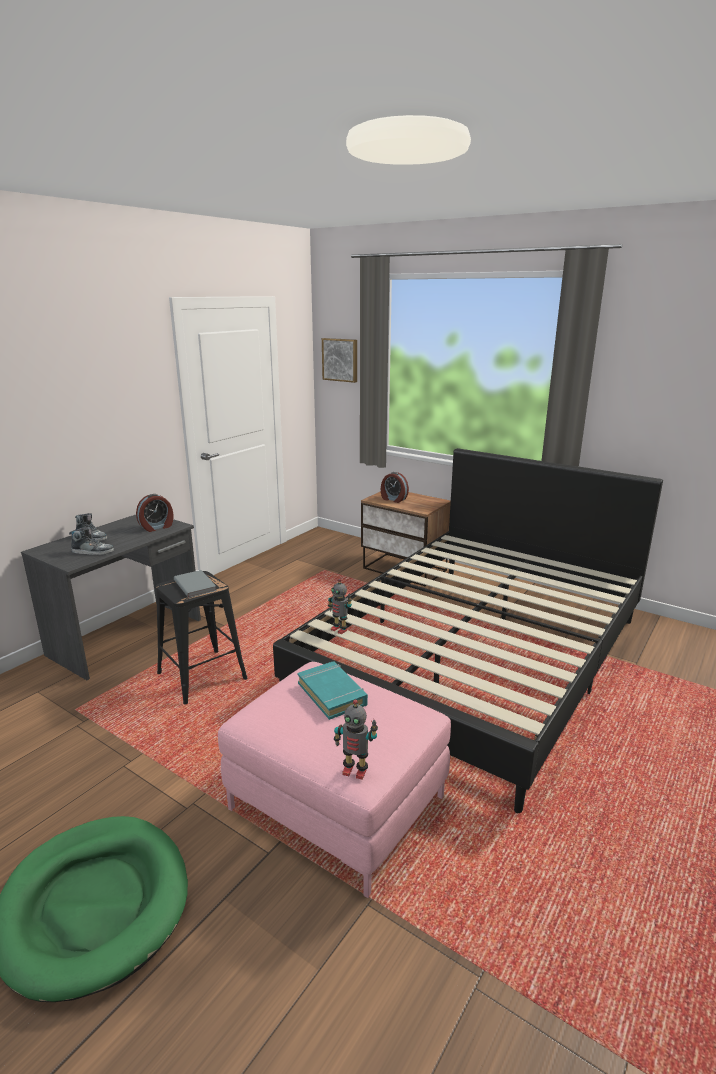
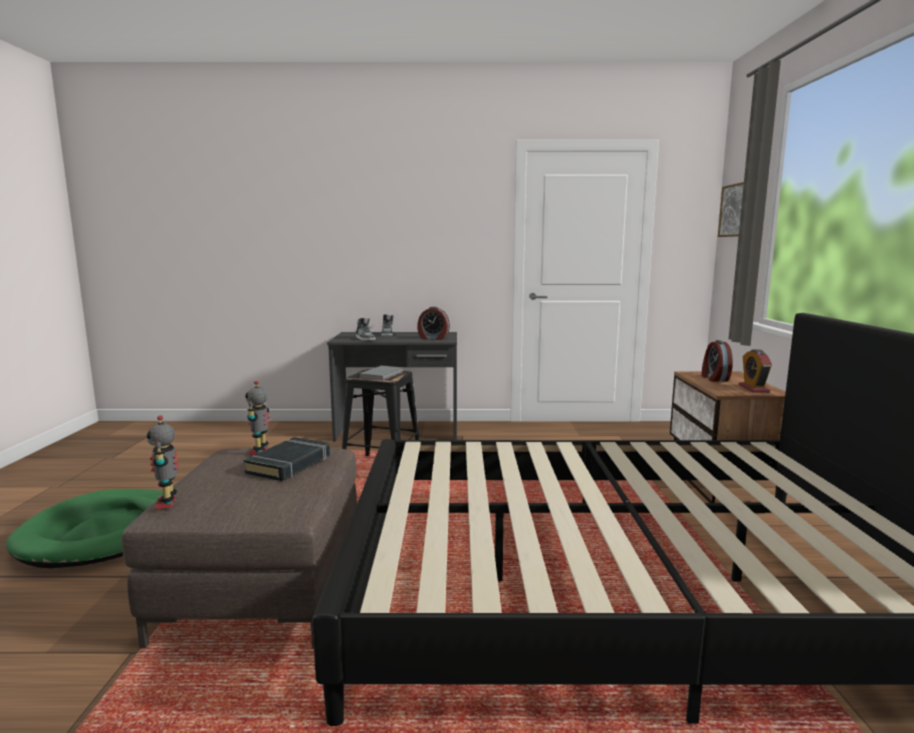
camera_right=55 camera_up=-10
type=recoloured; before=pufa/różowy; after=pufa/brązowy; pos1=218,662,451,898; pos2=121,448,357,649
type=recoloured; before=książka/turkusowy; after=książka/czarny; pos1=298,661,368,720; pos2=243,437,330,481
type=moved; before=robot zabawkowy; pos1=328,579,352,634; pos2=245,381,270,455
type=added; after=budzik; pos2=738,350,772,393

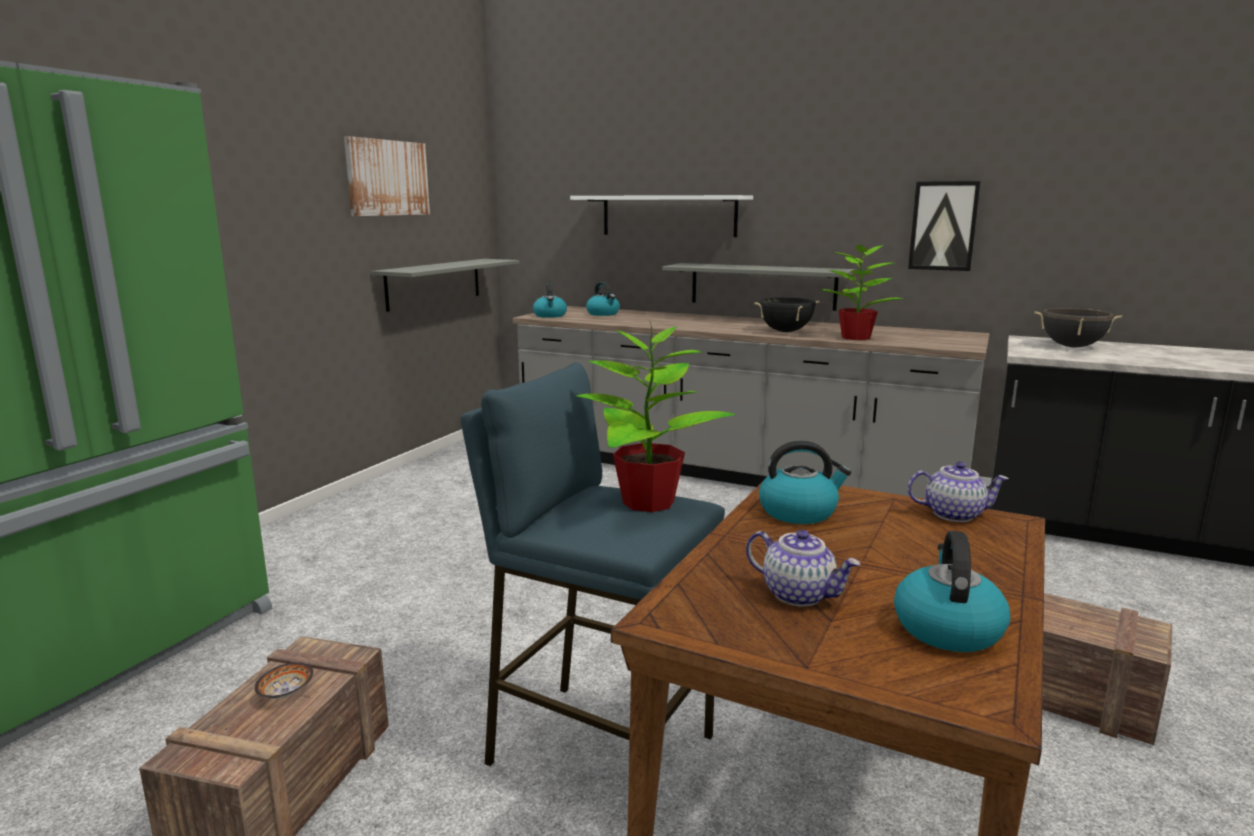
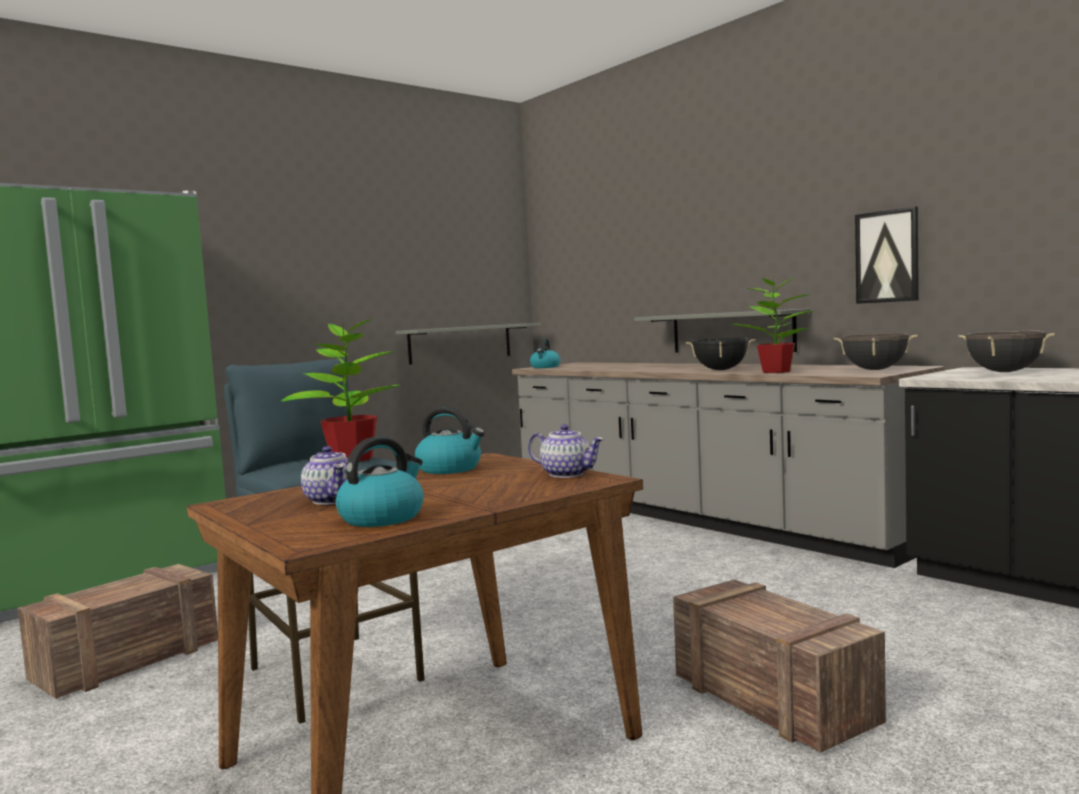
camera_right=25 camera_up=-10
type=added; after=garnek/czarny; pos2=834,333,917,370
type=removed; before=miska; pos1=255,662,313,699
type=removed; before=obraz; pos1=344,136,430,216
type=removed; before=półka/biały; pos1=570,195,753,237
type=removed; before=czajnik; pos1=586,282,620,316

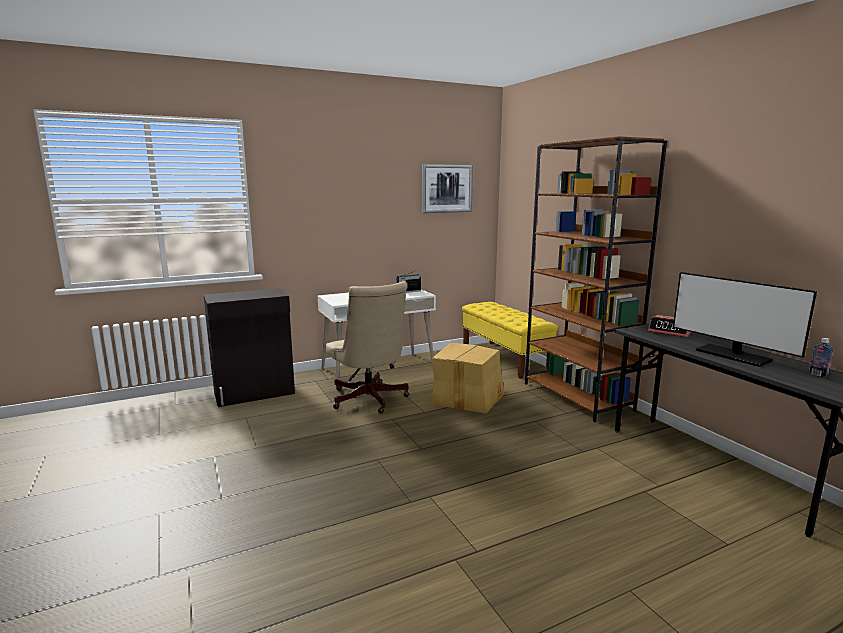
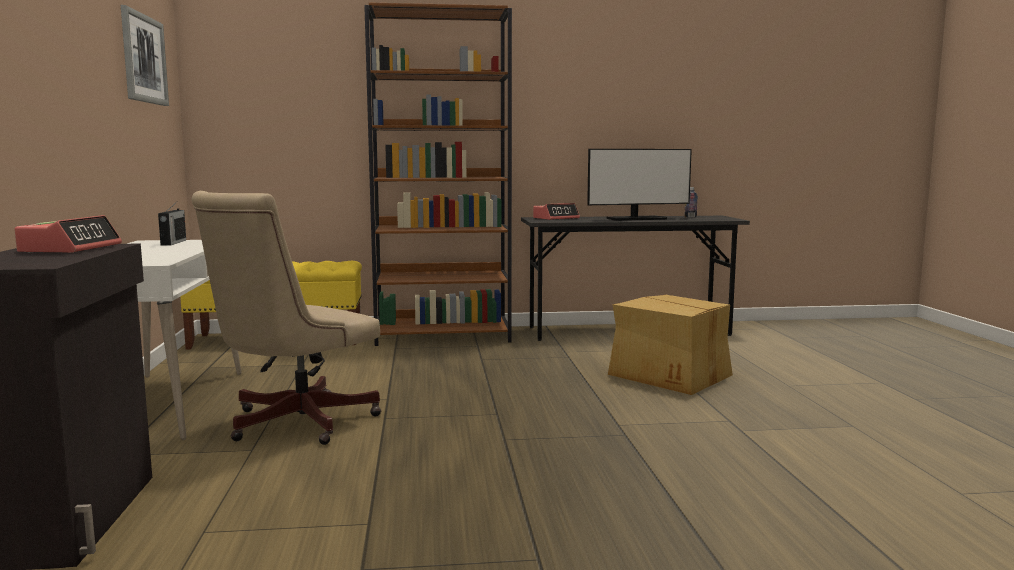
camera_right=-70 camera_up=-5
type=added; after=budzik; pos2=15,215,122,253
type=turned; before=krzesło biurowe/beżowy; pos1=325,281,409,413; pos2=191,191,381,445; turn=135
type=moved; before=karton; pos1=432,342,505,413; pos2=608,295,733,395

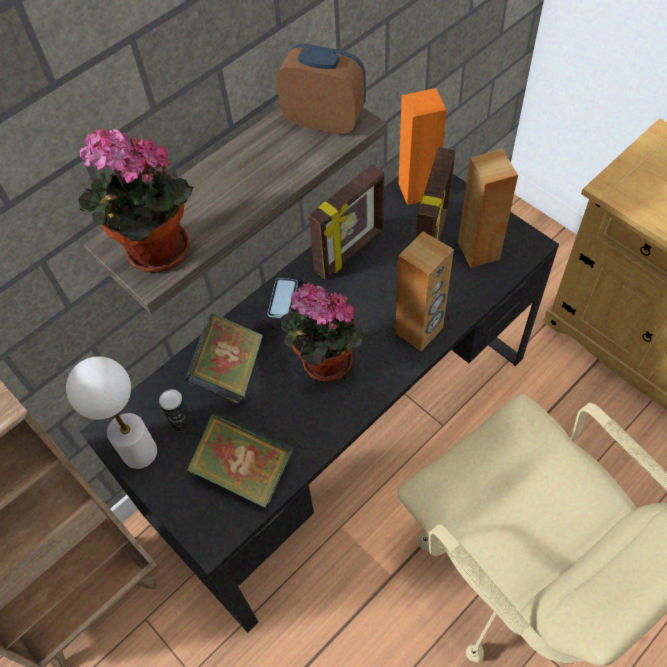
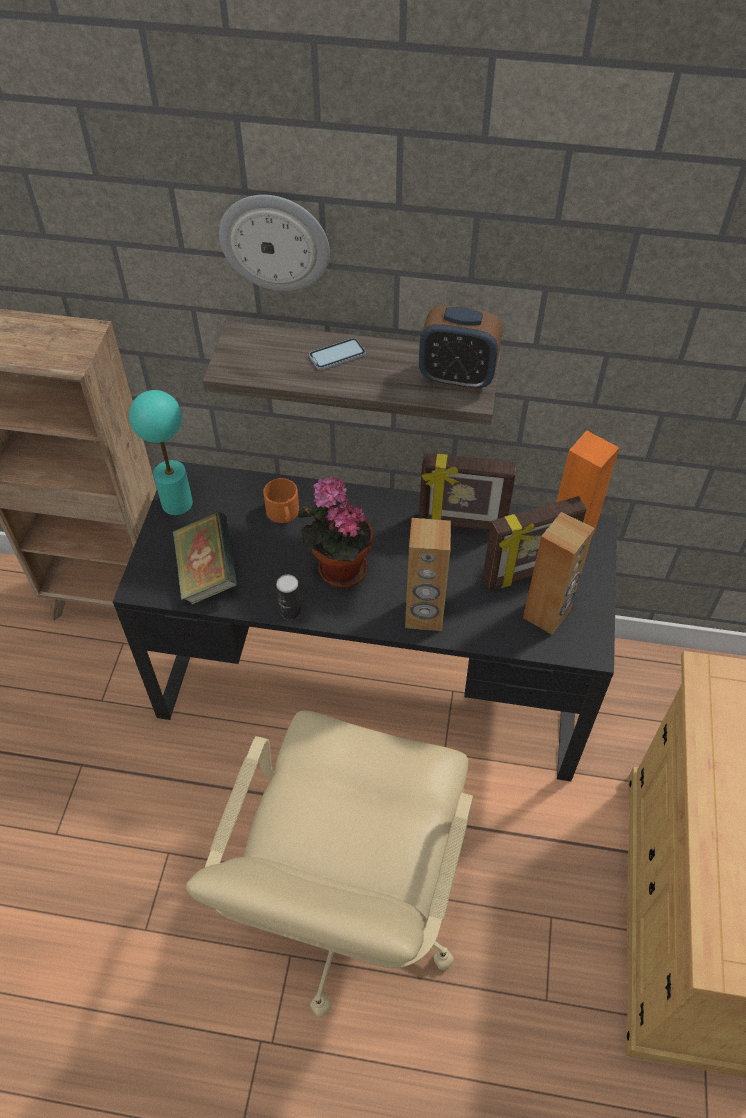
camera_right=50 camera_up=-5
type=recoloured; before=lampa stołowa/biały; after=lampa stołowa/turkusowy; pos1=66,356,157,469; pos2=129,390,193,515
type=added; after=zegar ścienny; pos2=219,195,330,291
type=replaced; before=książka; after=kubek/pomarańczowy; pos1=184,313,263,405; pos2=263,478,299,523
type=moved; before=puszka; pos1=159,389,192,431; pos2=276,574,301,620
type=moved; before=telefon; pos1=268,278,298,318; pos2=309,338,366,370
type=turned; before=budzik; pos1=276,44,366,135; pos2=419,306,502,390; turn=120
type=removed; before=roślina doniczkowa; pos1=78,129,194,273

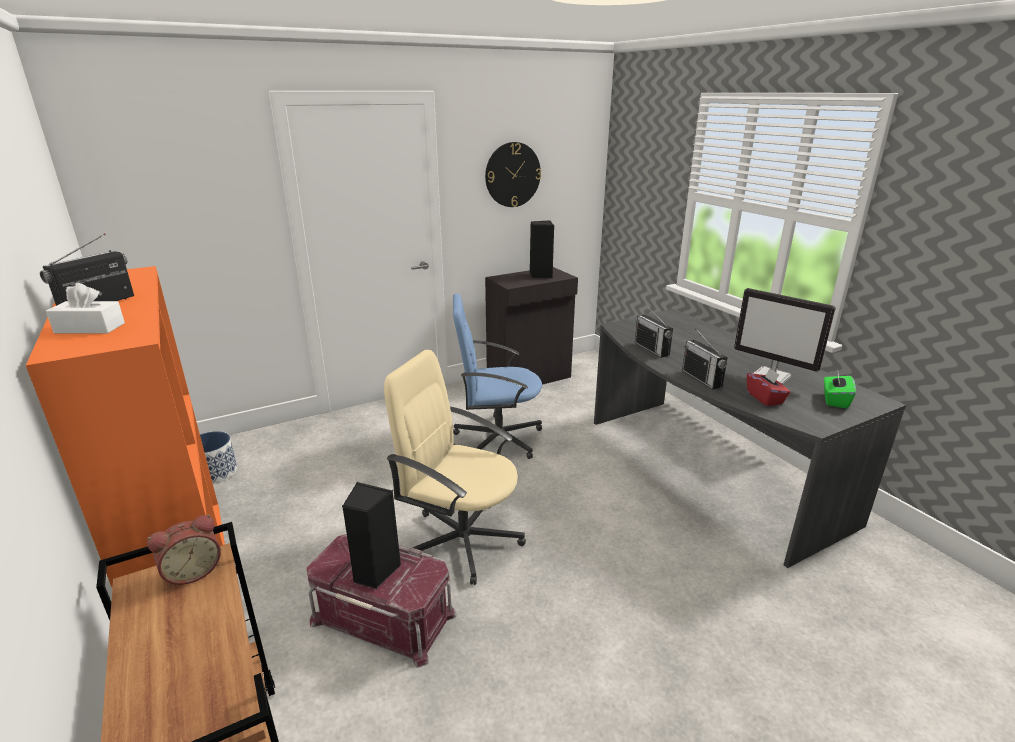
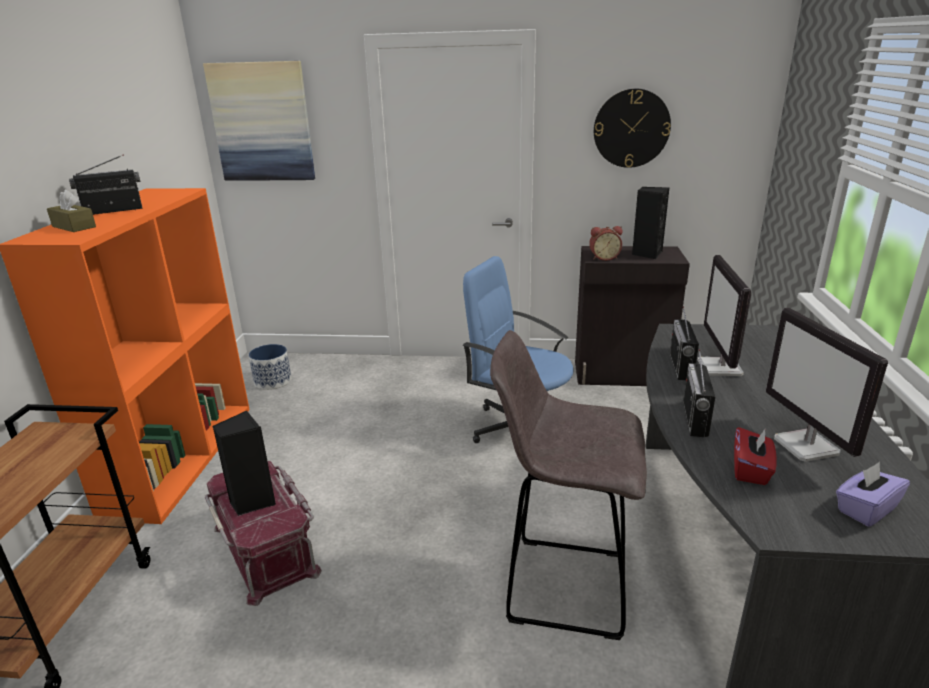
camera_right=35 camera_up=0
type=recoloured; before=pudełko chusteczek/biały; after=pudełko chusteczek/brązowy; pos1=46,283,125,333; pos2=47,190,96,232
type=added; after=obraz; pos2=203,61,315,181
type=added; after=stołek/szary; pos2=490,330,647,640
type=moved; before=budzik; pos1=147,515,221,586; pos2=589,226,622,261
type=added; after=monitor; pos2=697,255,751,376
type=recoloured; before=pudełko chusteczek/zielony; after=pudełko chusteczek/fioletowy; pos1=824,374,856,409; pos2=836,462,910,527
type=removed; before=krzesło biurowe/beżowy; pos1=384,350,526,585

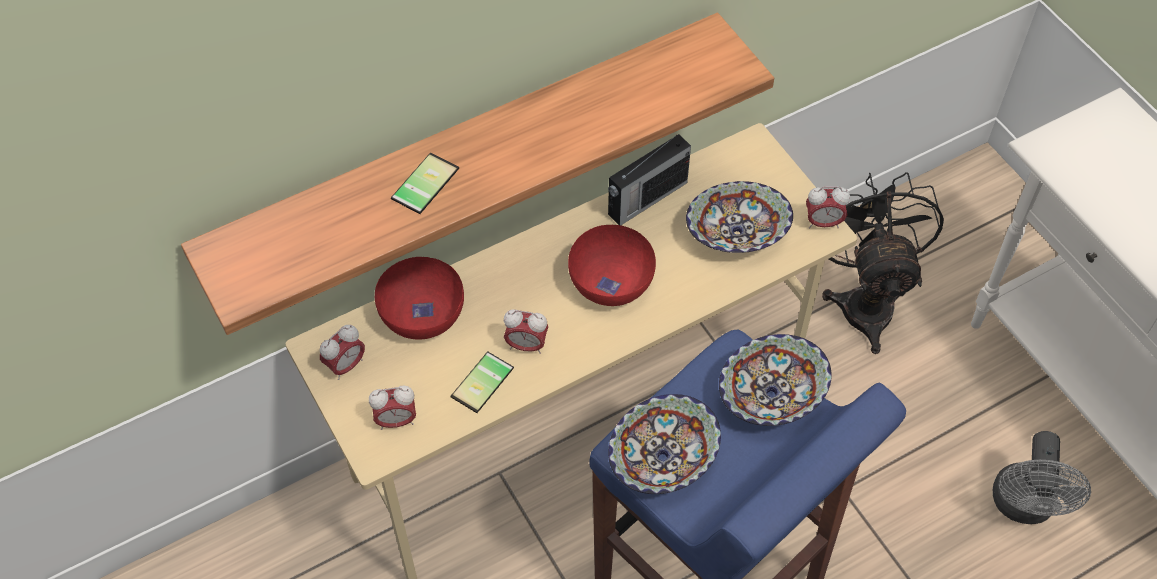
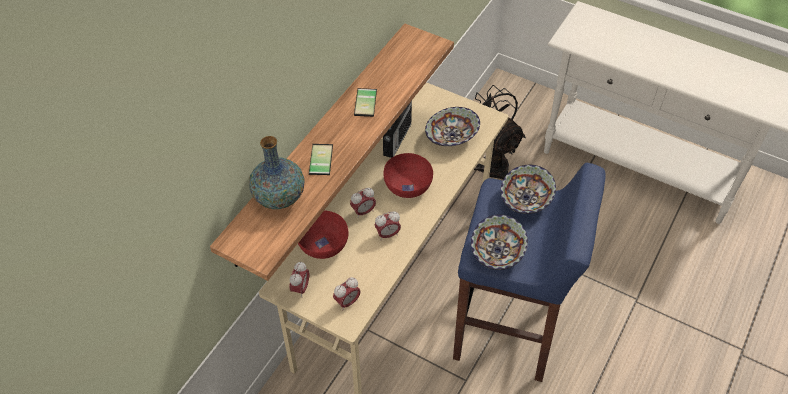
camera_right=-30 camera_up=-5
type=added; after=wazon; pos2=249,136,305,209
type=moved; before=budzik; pos1=806,186,850,228; pos2=350,188,376,218
type=moved; before=telefon; pos1=450,351,514,413; pos2=354,88,377,117
type=removed; before=wentylator/szary; pos1=993,431,1091,524

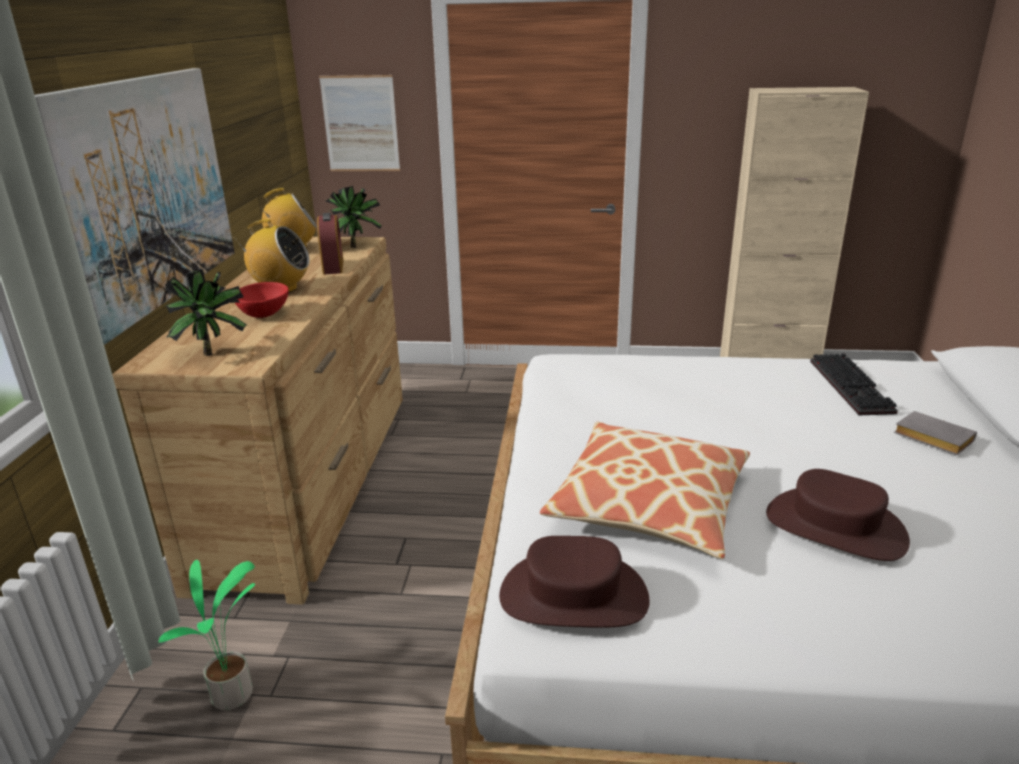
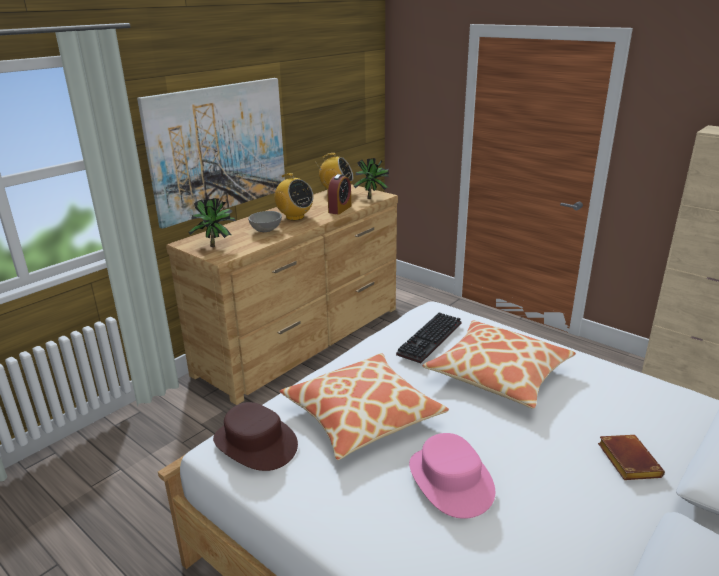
camera_right=35 camera_up=0
type=recoloured; before=miska/czerwony; after=miska/szary; pos1=235,282,289,318; pos2=248,211,282,232
type=moved; before=klawiatura; pos1=810,353,898,415; pos2=396,312,462,363
type=recoloured; before=kapelusz/brązowy; after=kapelusz/różowy; pos1=766,469,910,561; pos2=409,433,495,519
type=added; after=poduszka; pos2=422,320,576,409
type=recoloured; before=książka/szary; after=książka/brązowy; pos1=894,411,977,455; pos2=598,435,665,480
type=removed; before=roślina doniczkowa; pos1=158,560,255,710
type=removed; before=obraz; pos1=319,75,400,171

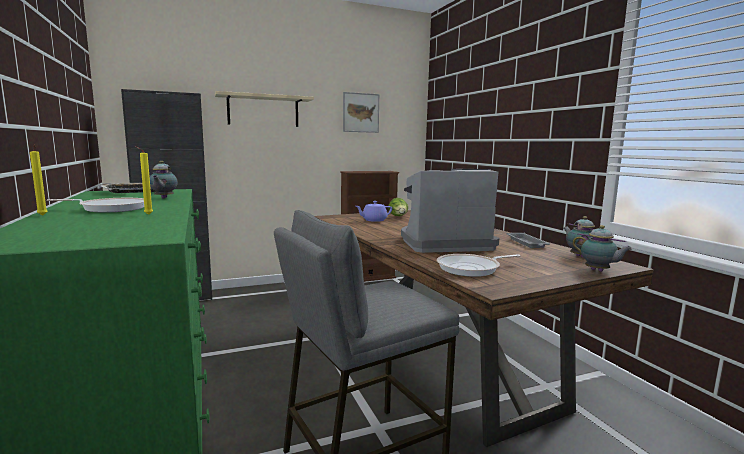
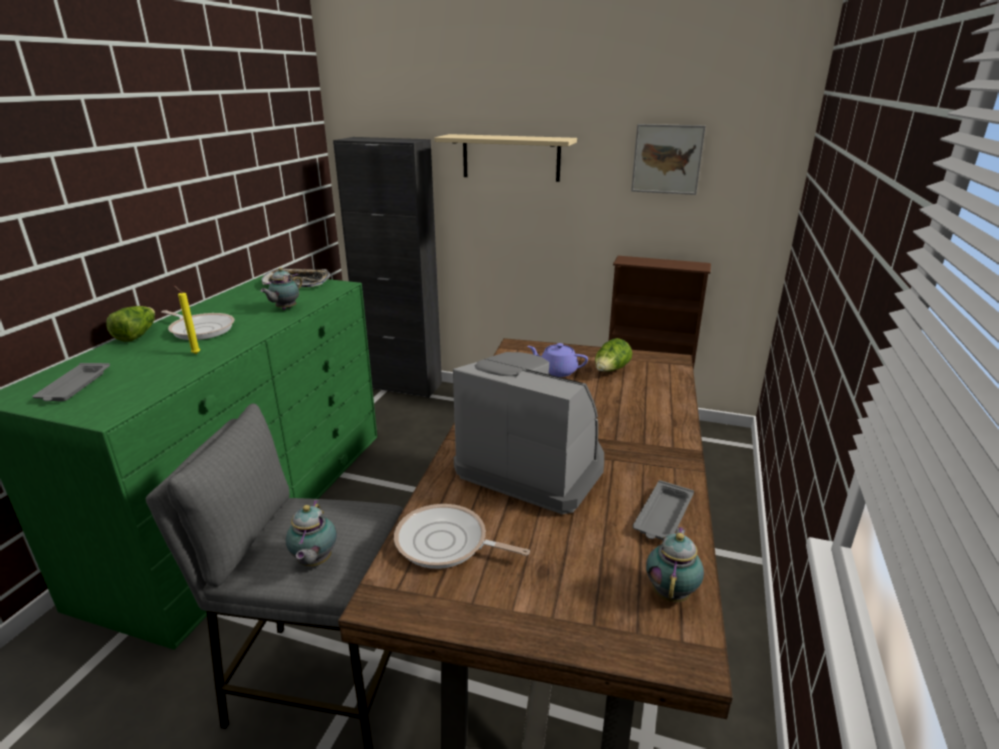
camera_right=40 camera_up=15
type=added; after=taca/szary; pos2=32,363,110,401
type=replaced; before=świeca/żółty; after=sałata; pos1=30,145,48,216; pos2=106,306,155,342
type=moved; before=imbryk; pos1=573,225,633,272; pos2=286,500,337,566

